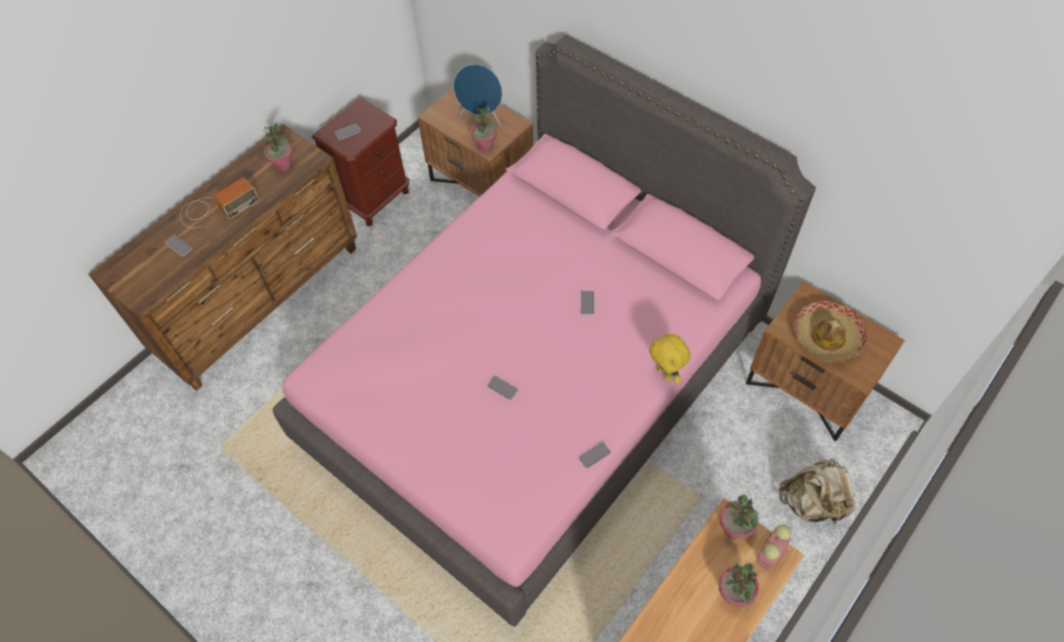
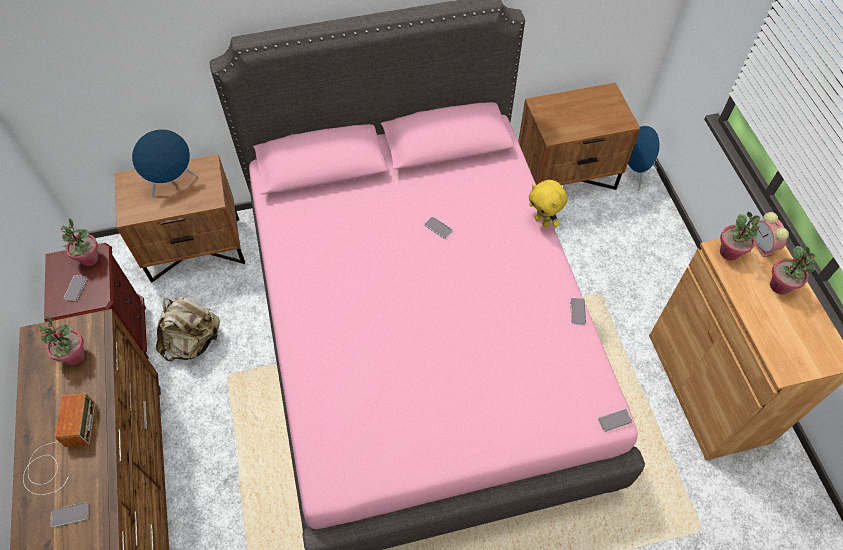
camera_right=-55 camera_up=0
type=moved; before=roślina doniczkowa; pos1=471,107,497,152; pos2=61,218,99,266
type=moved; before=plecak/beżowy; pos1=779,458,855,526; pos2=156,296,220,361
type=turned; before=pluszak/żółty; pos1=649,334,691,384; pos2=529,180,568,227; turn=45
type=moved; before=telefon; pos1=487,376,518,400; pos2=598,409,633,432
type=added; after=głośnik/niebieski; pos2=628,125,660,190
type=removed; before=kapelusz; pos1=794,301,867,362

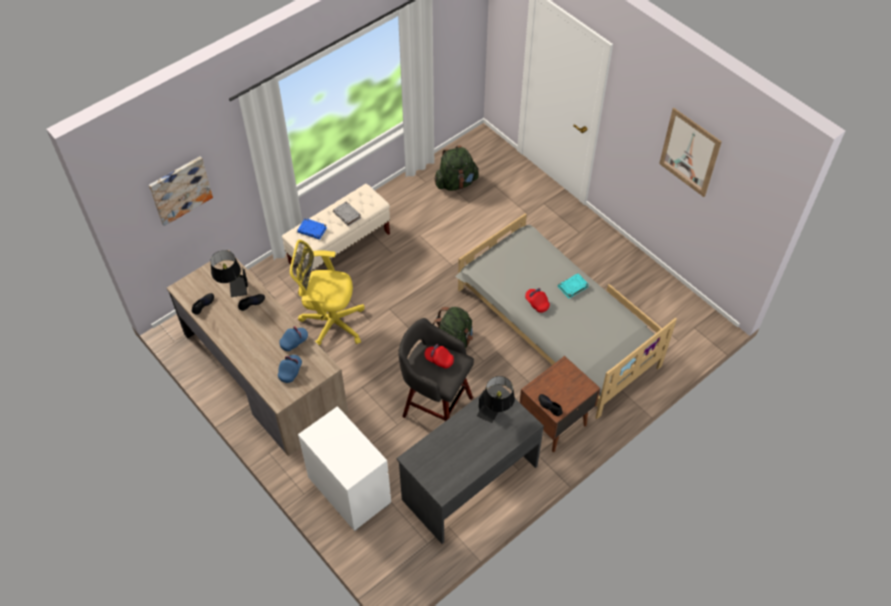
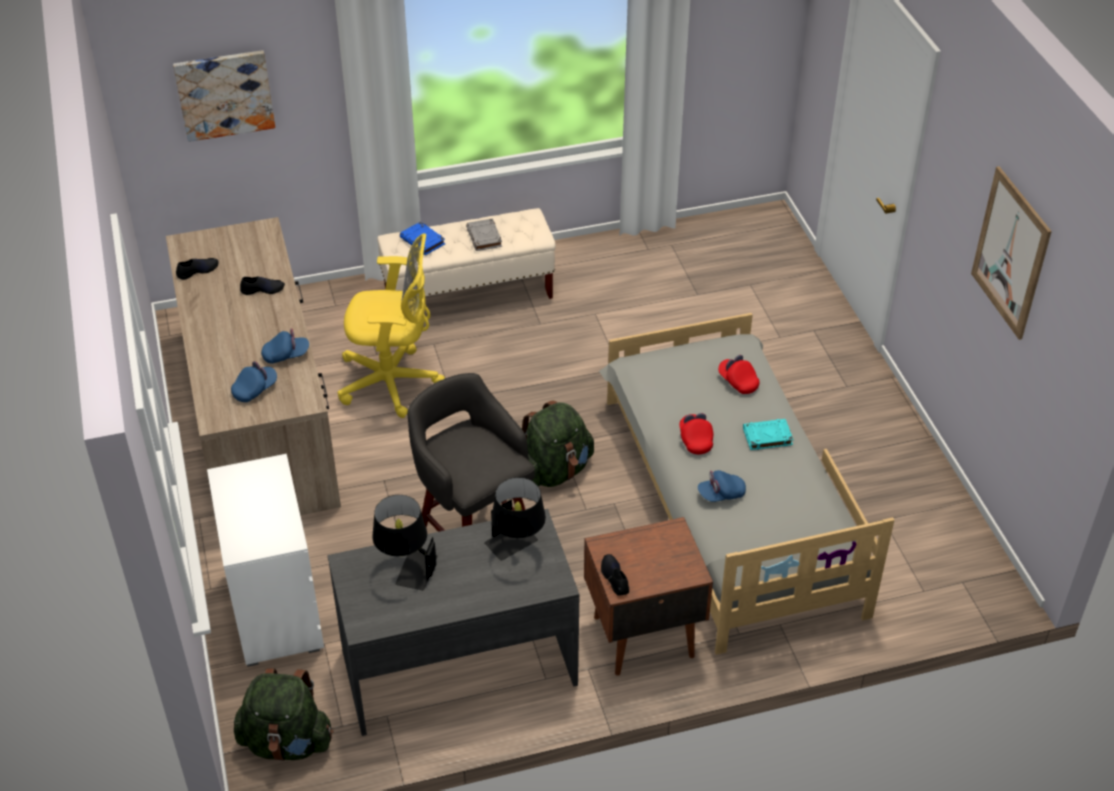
camera_right=25 camera_up=-10
type=moved; before=plecak/zielony; pos1=434,145,479,191; pos2=234,669,333,761
type=turned; before=krzesło biurowe/żółty; pos1=290,240,365,346; pos2=338,234,445,418; turn=150
type=moved; before=lampa stołowa/czarny; pos1=210,250,248,297; pos2=372,495,438,590
type=added; after=czapka z daszkiem/niebieski; pos2=698,470,746,502
type=moved; before=czapka z daszkiem/czerwony; pos1=424,344,454,369; pos2=718,355,760,394

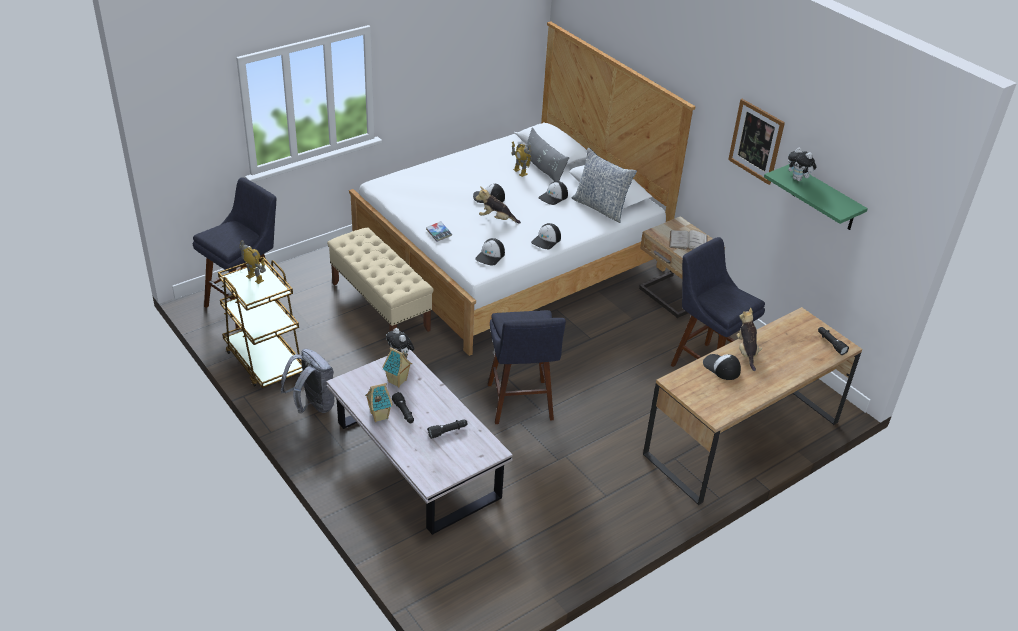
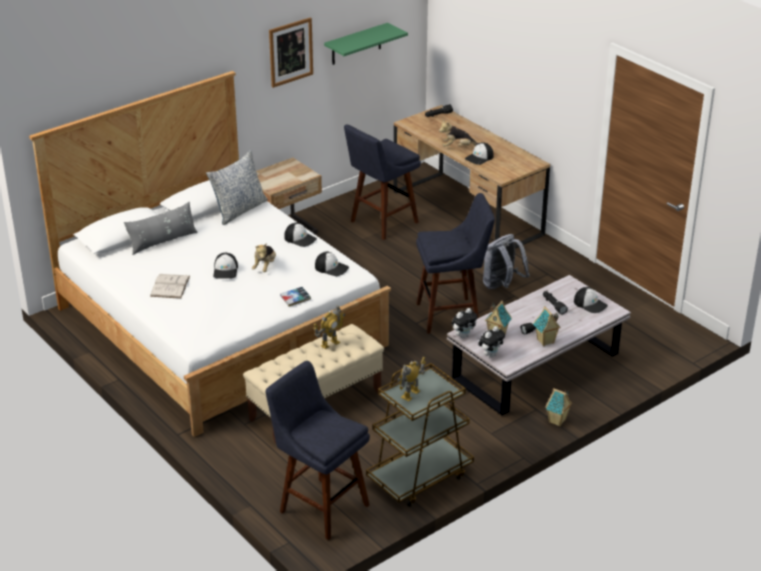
camera_right=-90 camera_up=-5
type=moved; before=książka/biały; pos1=669,230,708,250; pos2=150,274,190,299
type=moved; before=robot zabawkowy; pos1=511,141,532,177; pos2=313,305,345,349
type=moved; before=pluszak; pos1=788,147,817,181; pos2=478,326,505,358
type=moved; before=plecak/szary; pos1=281,349,334,414; pos2=483,234,530,289
type=added; after=domek; pos2=545,388,572,427
type=moved; before=czapka z daszkiem; pos1=539,181,568,205; pos2=574,287,608,313

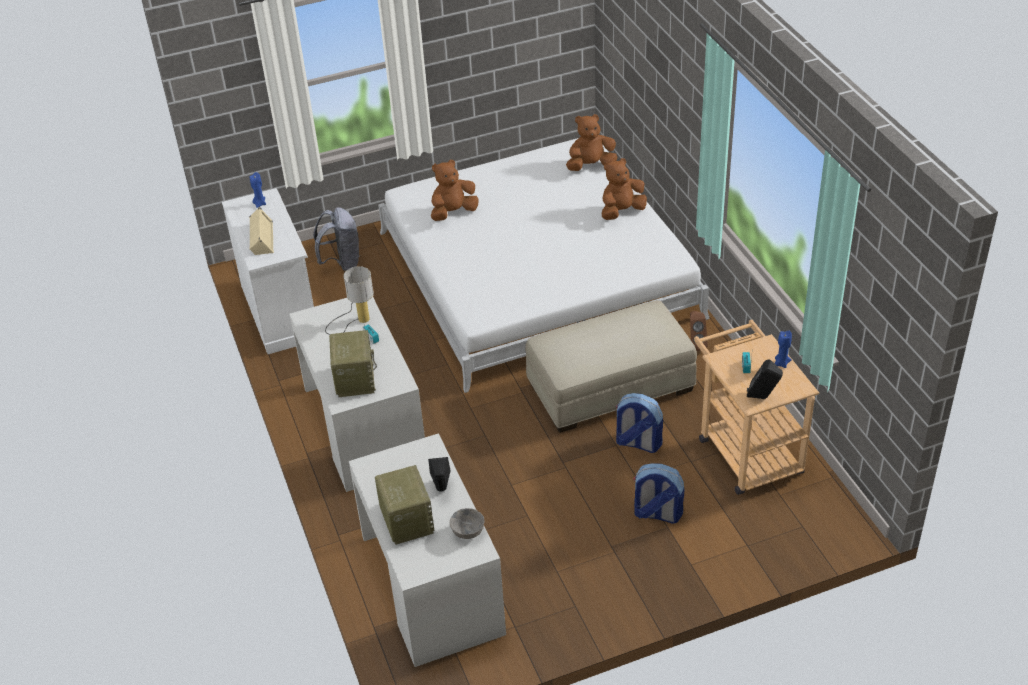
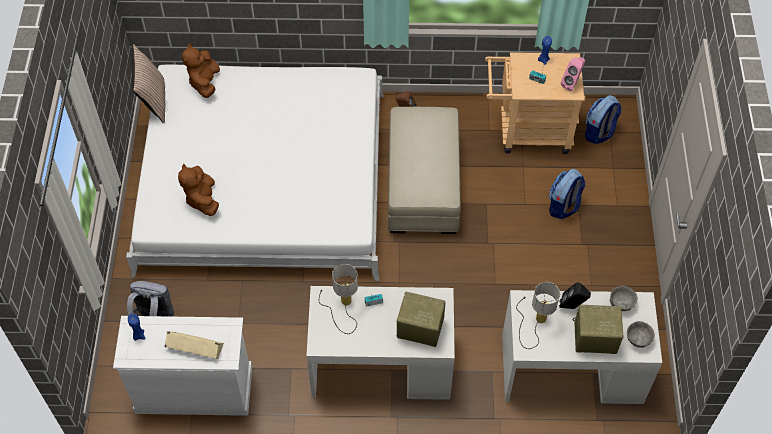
camera_right=-70 camera_up=15
type=added; after=poduszka; pos2=132,44,165,123
type=added; after=lampa stołowa; pos2=516,282,560,349
type=recoloured; before=głośnik/czarny; after=głośnik/różowy; pos1=747,359,783,399; pos2=561,58,585,92
type=moved; before=plecak; pos1=615,393,663,453; pos2=585,95,622,144
type=added; after=miska/szary; pos2=627,321,655,348
type=removed; before=pluszak/brązowy; pos1=601,158,647,220

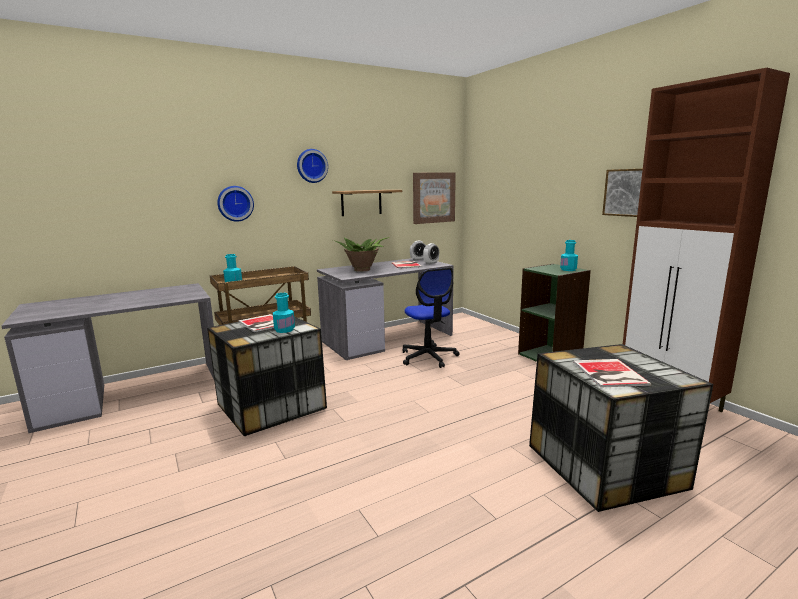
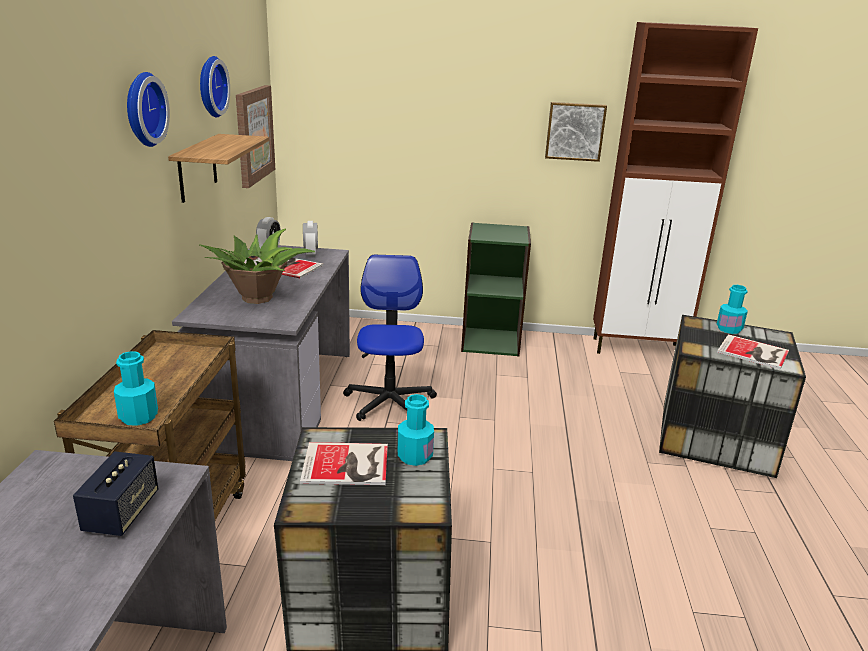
camera_right=-55 camera_up=10
type=added; after=głośnik; pos2=73,451,158,536
type=moved; before=zegar ścienny; pos1=217,186,254,222; pos2=200,56,230,118
type=turned; before=krzesło biurowe; pos1=402,268,460,368; pos2=343,255,437,421; turn=-105
type=moved; before=butelka/turkusowy; pos1=560,240,578,271; pos2=717,285,748,334

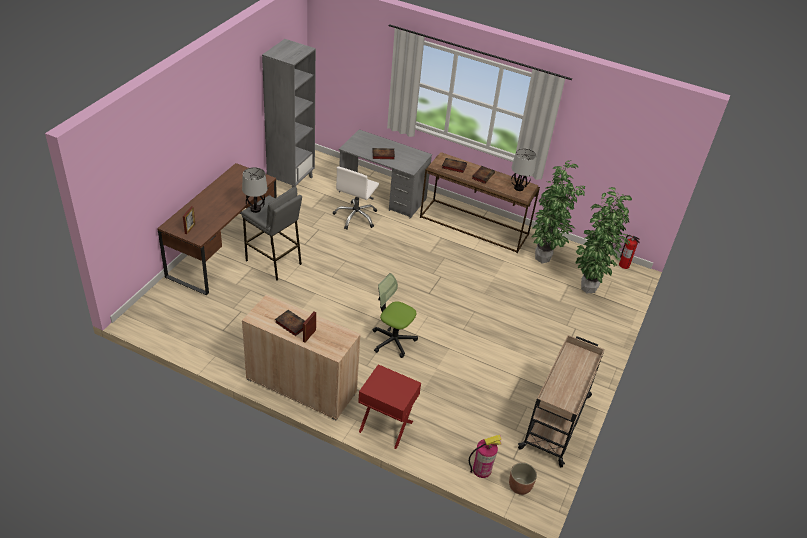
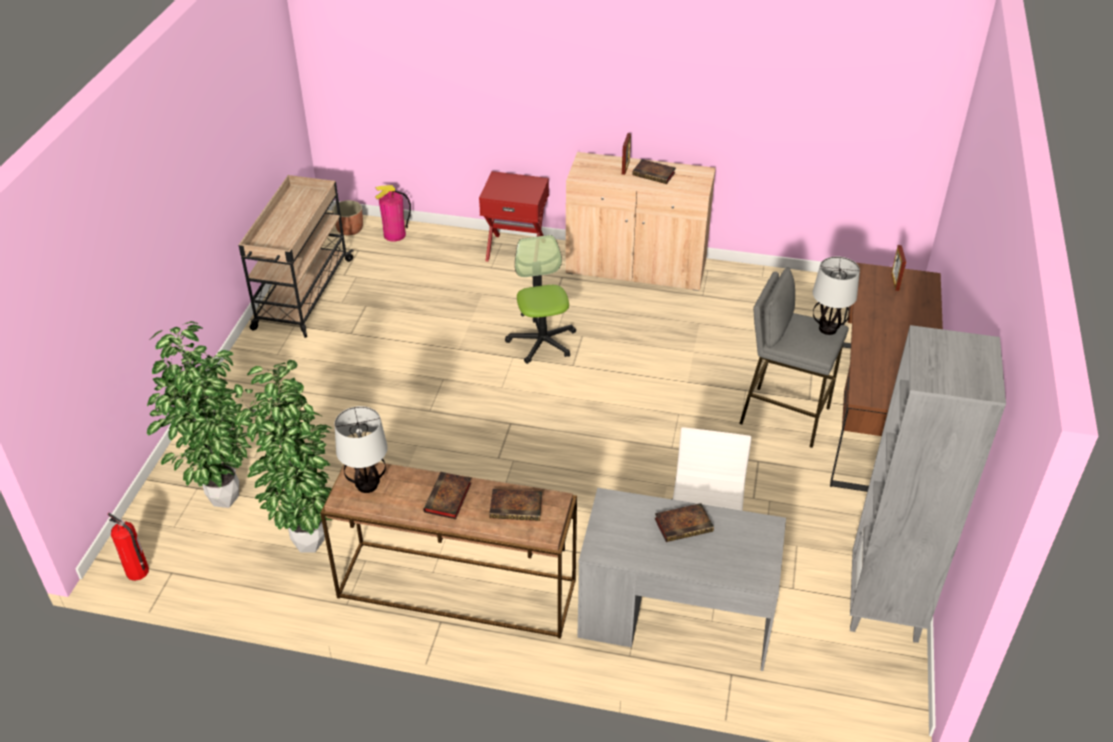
camera_right=170 camera_up=0
type=turned; before=krzesło biurowe; pos1=373,273,418,358; pos2=505,235,576,364; turn=-120

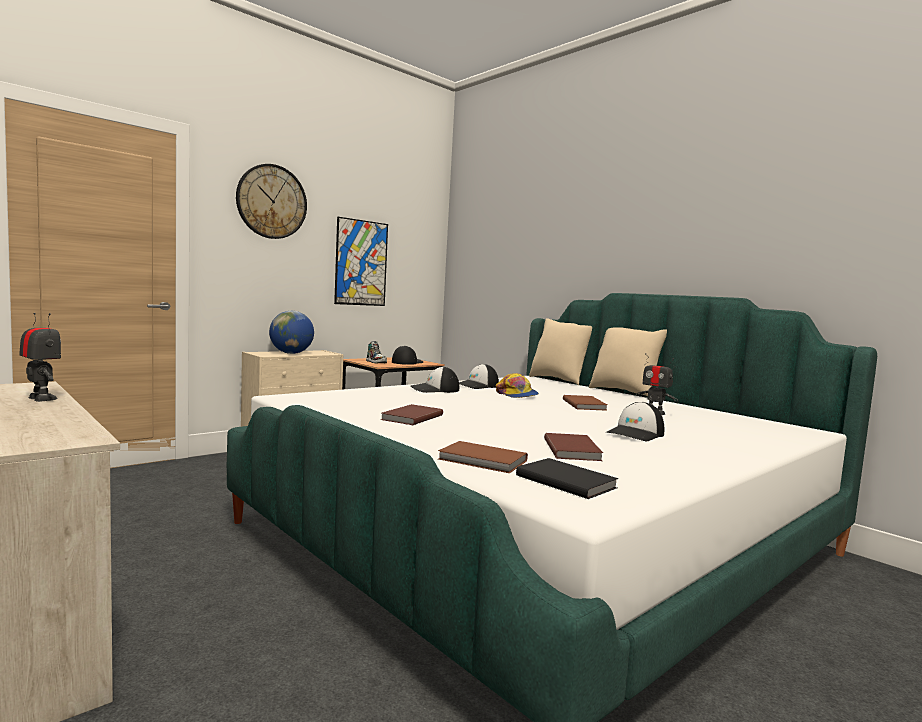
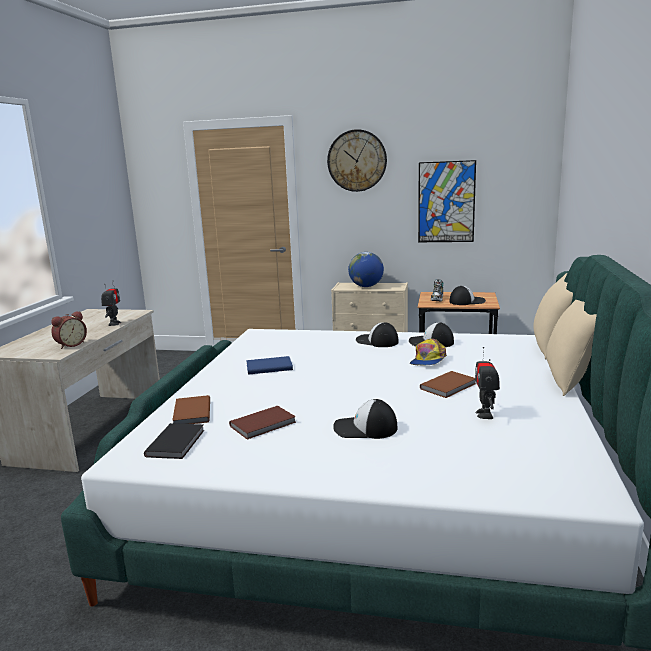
camera_right=55 camera_up=10
type=added; after=budzik; pos2=51,311,87,349
type=recoloured; before=książka/brązowy; after=książka/niebieski; pos1=381,404,443,425; pos2=246,356,293,375

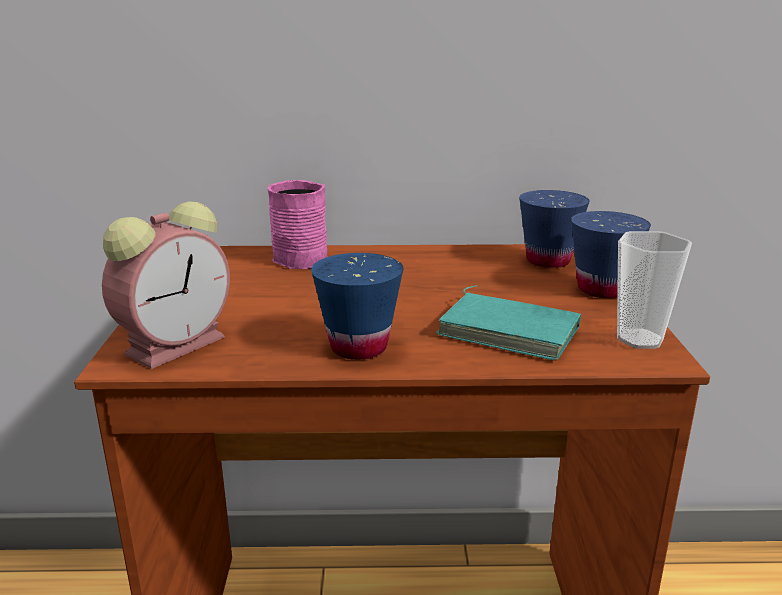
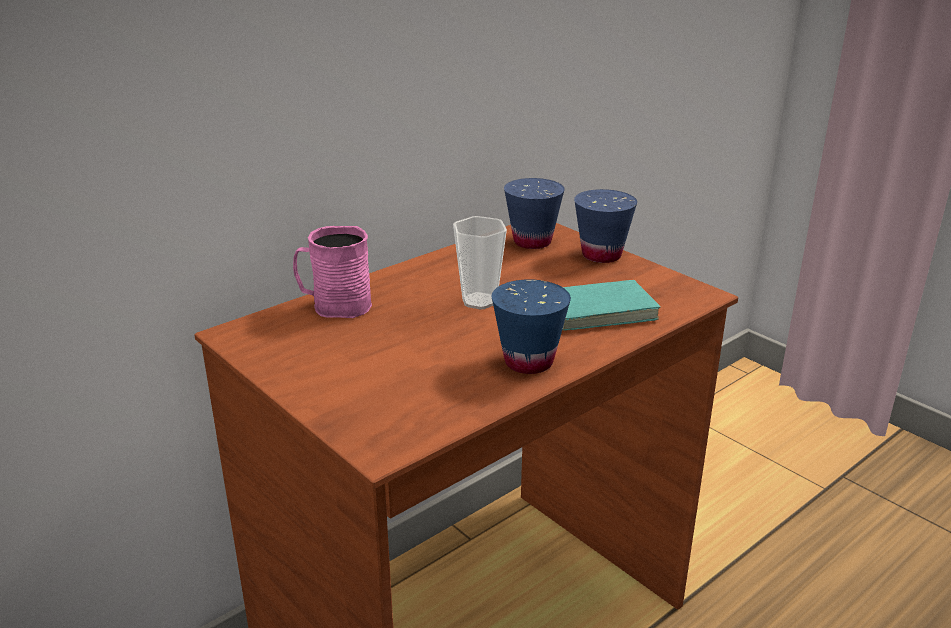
camera_right=-40 camera_up=5
type=moved; before=filiżanka; pos1=617,231,692,349; pos2=453,216,507,309
type=removed; before=budzik; pos1=102,201,230,369

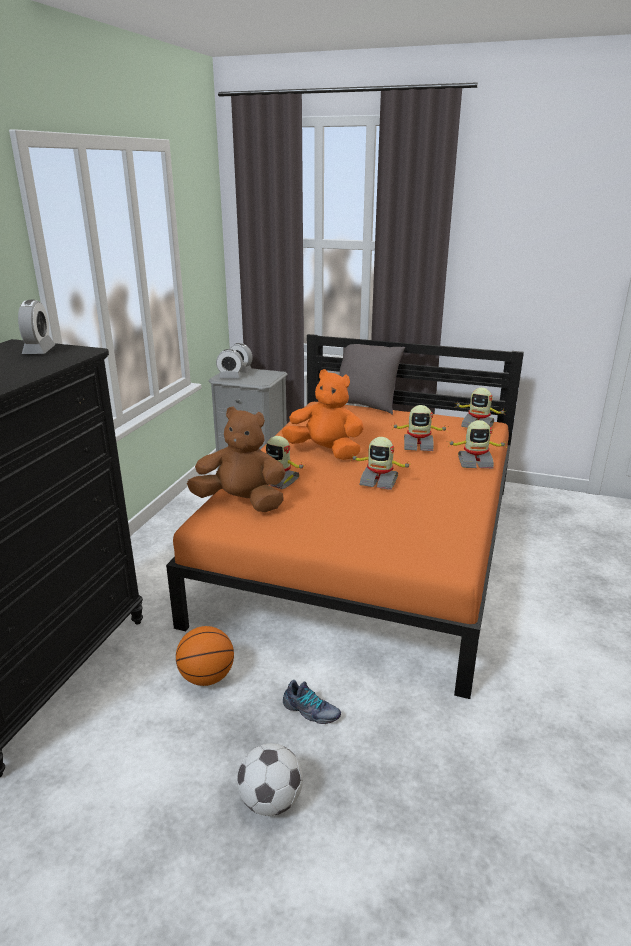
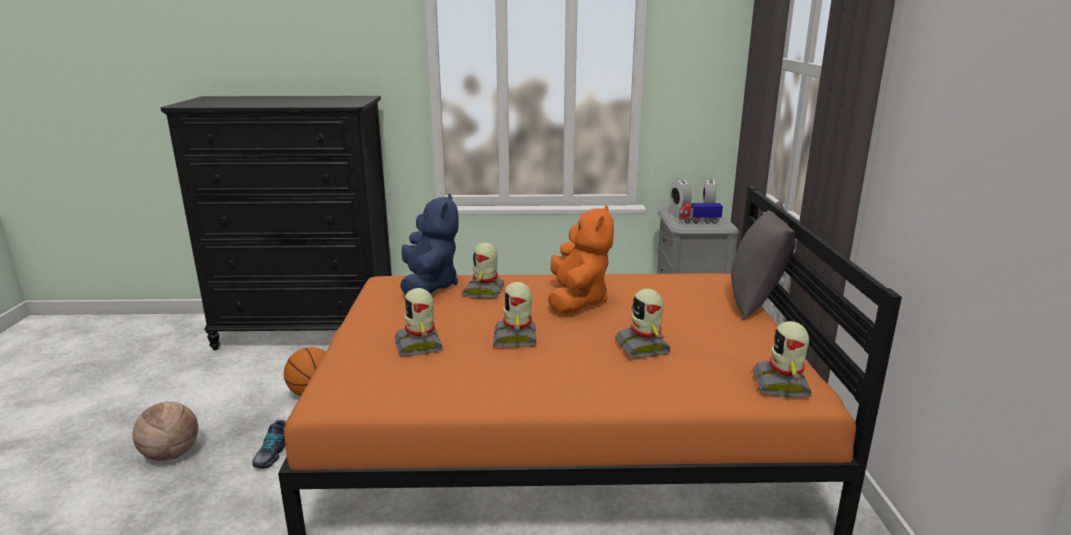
camera_right=70 camera_up=-5
type=replaced; before=piłka futbolowa; after=piłka do koszykówki; pos1=237,743,303,816; pos2=132,402,198,461
type=moved; before=robot zabawkowy; pos1=447,420,506,469; pos2=395,288,443,356
type=recoloured; before=pluszak/brązowy; after=pluszak/niebieski; pos1=187,407,285,512; pos2=400,193,459,295
type=added; after=ciężarówka zabawkowa; pos2=679,203,723,224
type=removed; before=budzik; pos1=18,300,55,354

